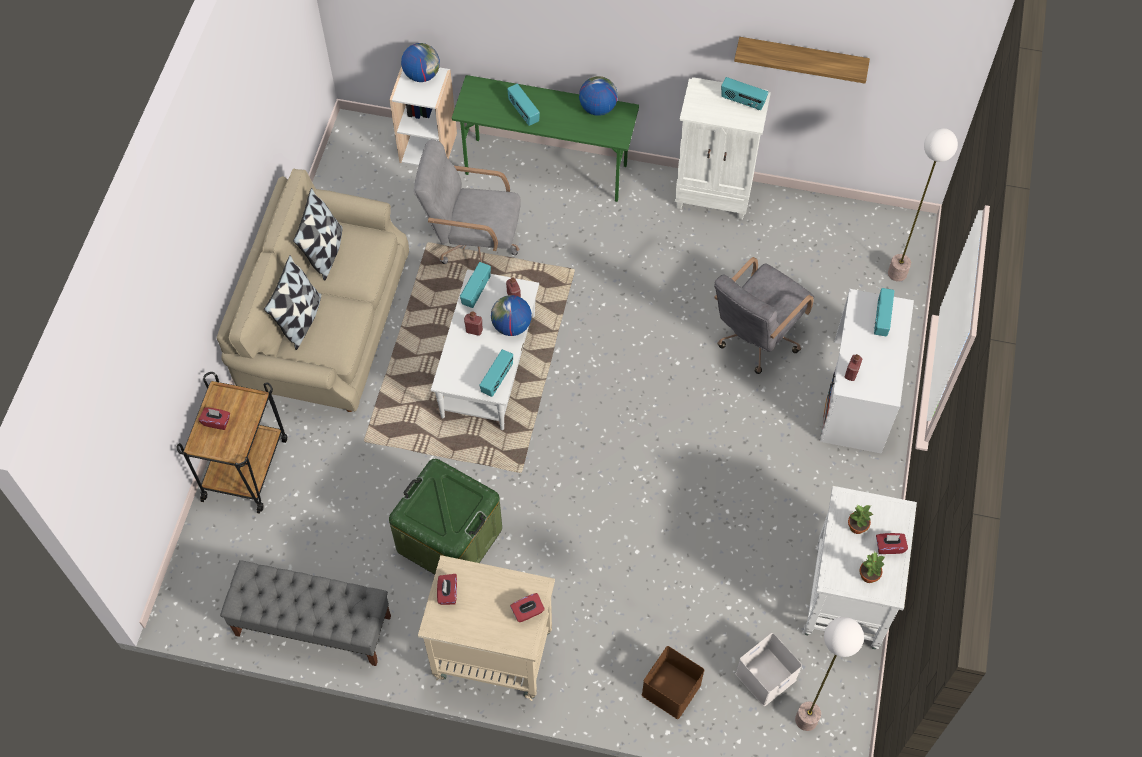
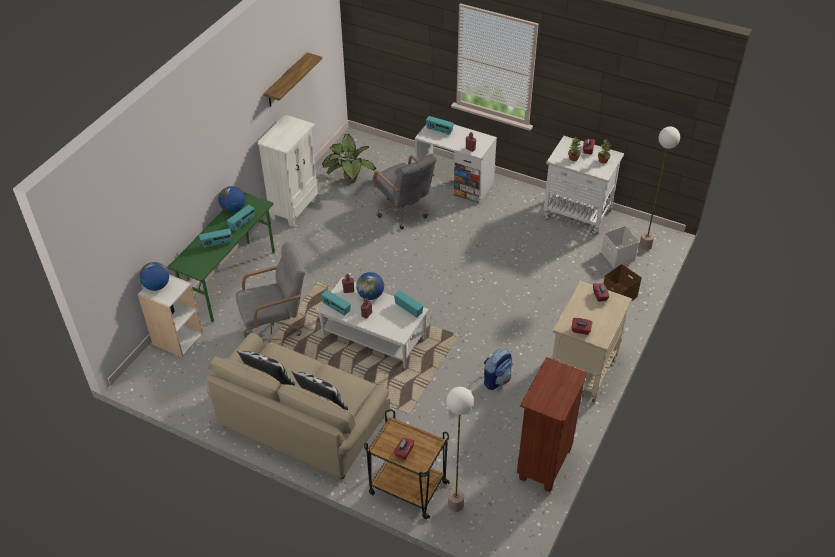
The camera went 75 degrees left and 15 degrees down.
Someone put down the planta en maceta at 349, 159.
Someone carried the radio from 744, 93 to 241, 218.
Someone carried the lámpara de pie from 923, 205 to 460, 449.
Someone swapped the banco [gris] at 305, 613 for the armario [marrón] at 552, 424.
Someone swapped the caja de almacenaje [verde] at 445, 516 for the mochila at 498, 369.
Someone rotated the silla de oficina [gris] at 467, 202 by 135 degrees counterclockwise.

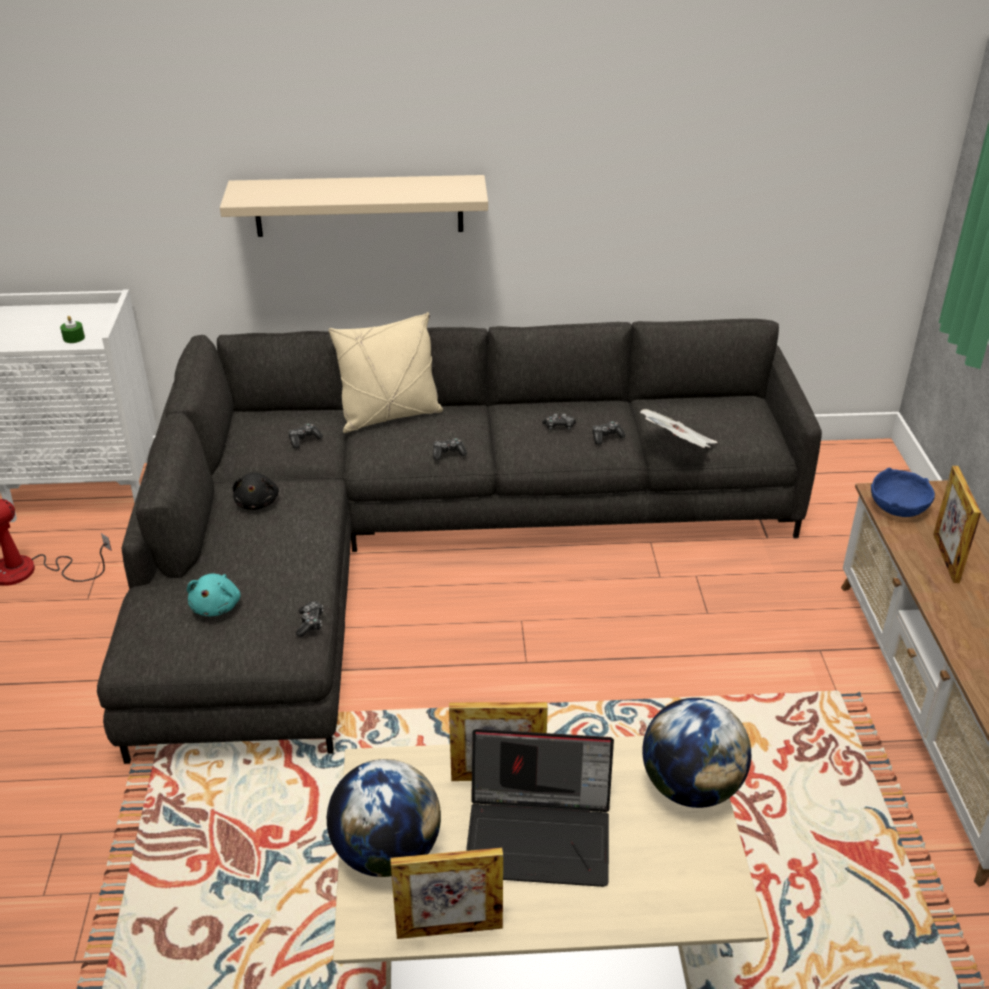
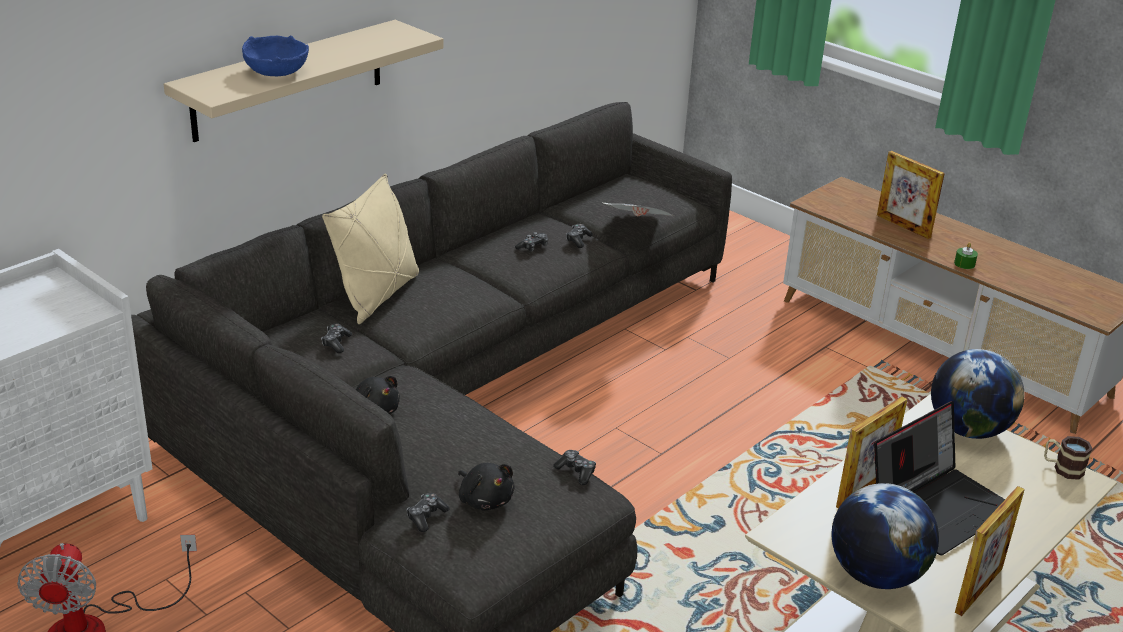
The camera went 45 degrees left and 5 degrees down.
Someone put down the taza grande at 1068, 458.
Someone carried the vela [verde] from 72, 329 to 966, 256.
Someone carried the mando de consola from 450, 449 to 428, 512.
Someone carried the cuenco [azul] from 903, 492 to 275, 56.
Someone repainted the peluche [turquesa] at 214, 594, which became the peluche [negro] at 486, 486.

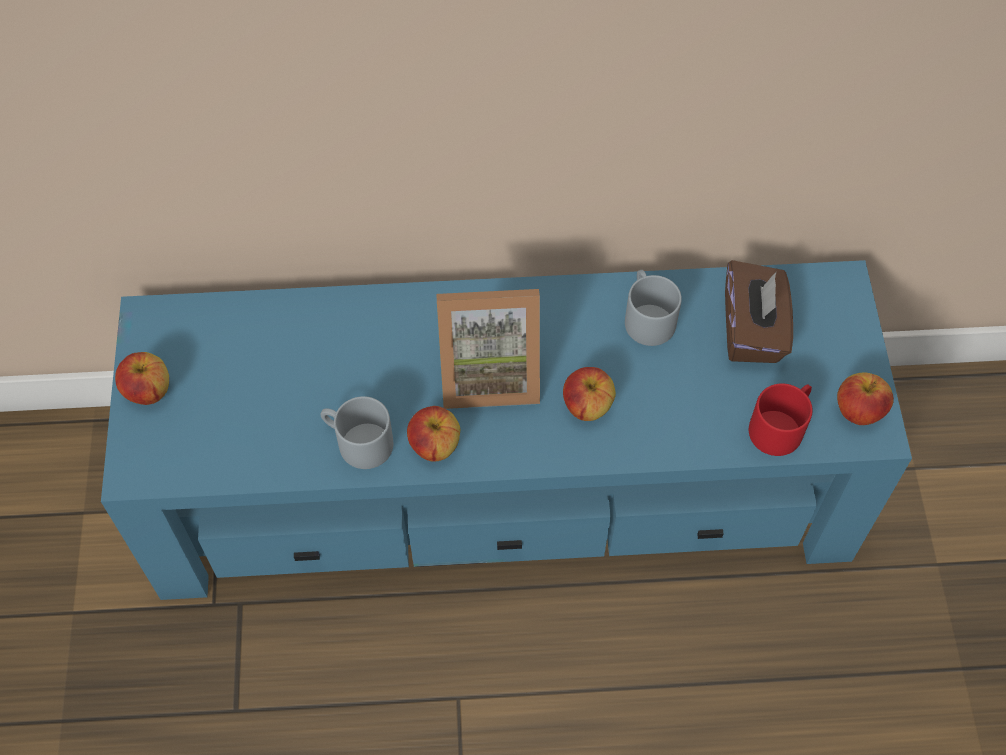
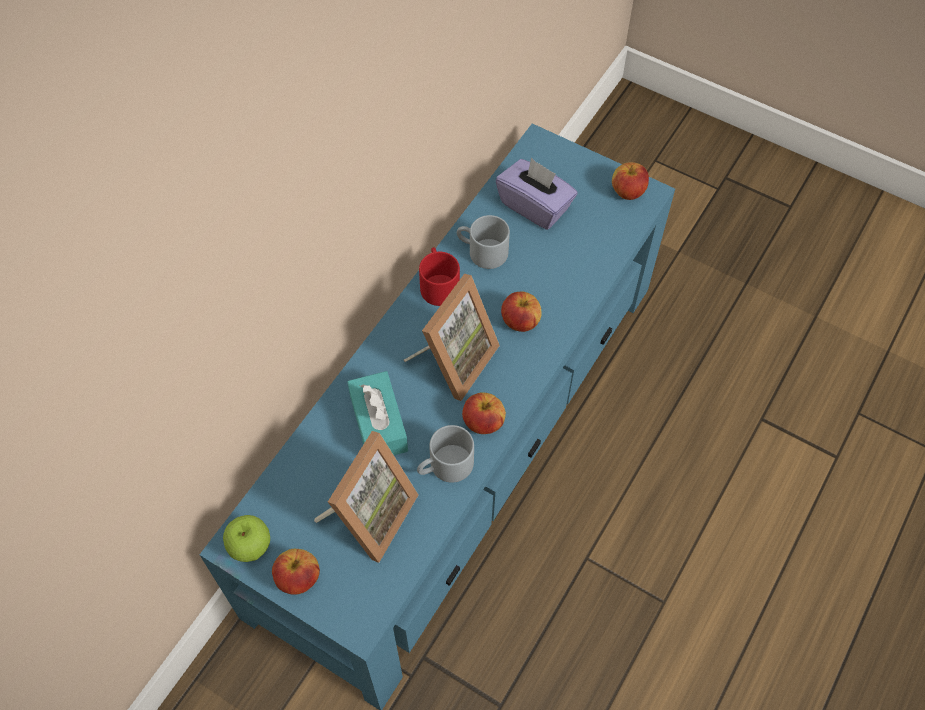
The camera went 55 degrees left and 0 degrees up.
Someone put down the manzana at 246, 538.
Someone put down the portarretratos at 366, 497.
Someone put down the caja de pañuelos [turquesa] at 378, 413.
Someone carried the taza grande [rojo] from 781, 419 to 439, 276.
Someone repainted the caja de pañuelos [marrón] at 759, 311, which became the caja de pañuelos [morado] at 537, 194.

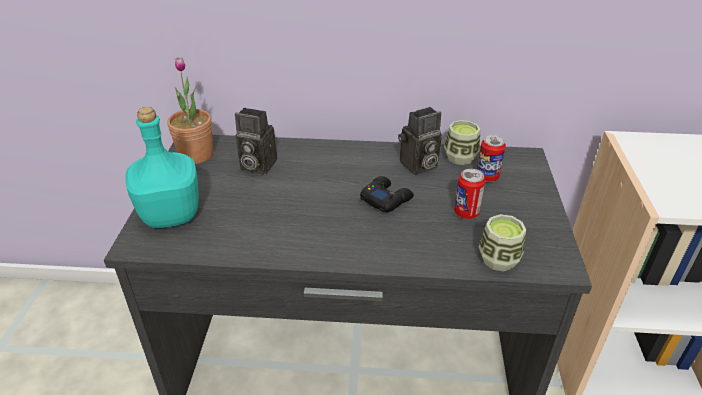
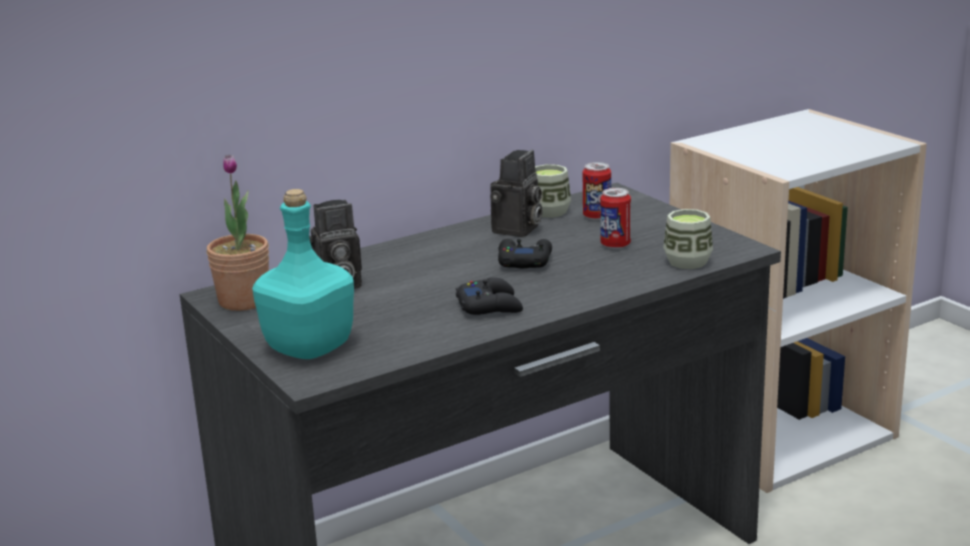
The camera went 35 degrees left and 15 degrees down.
Someone put down the mando de consola [negro] at 489, 296.

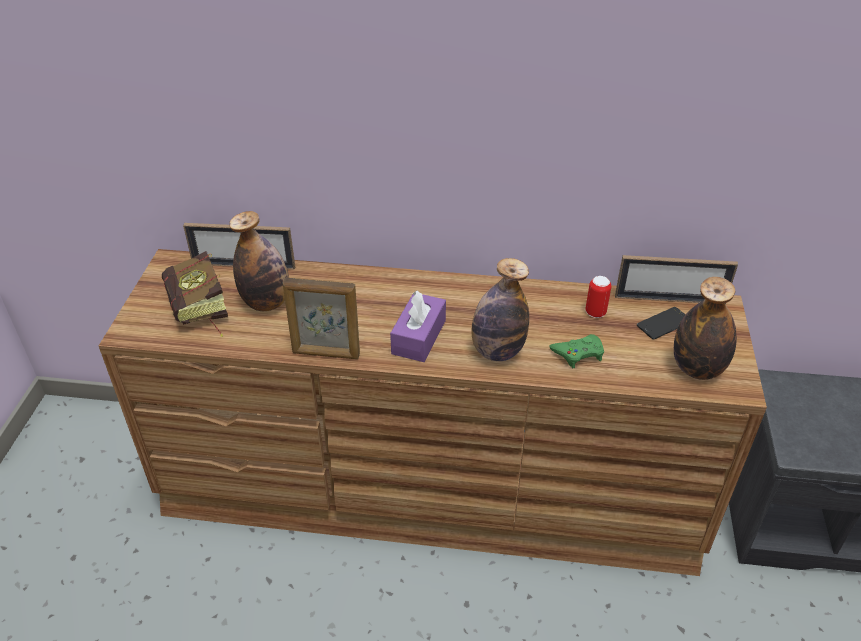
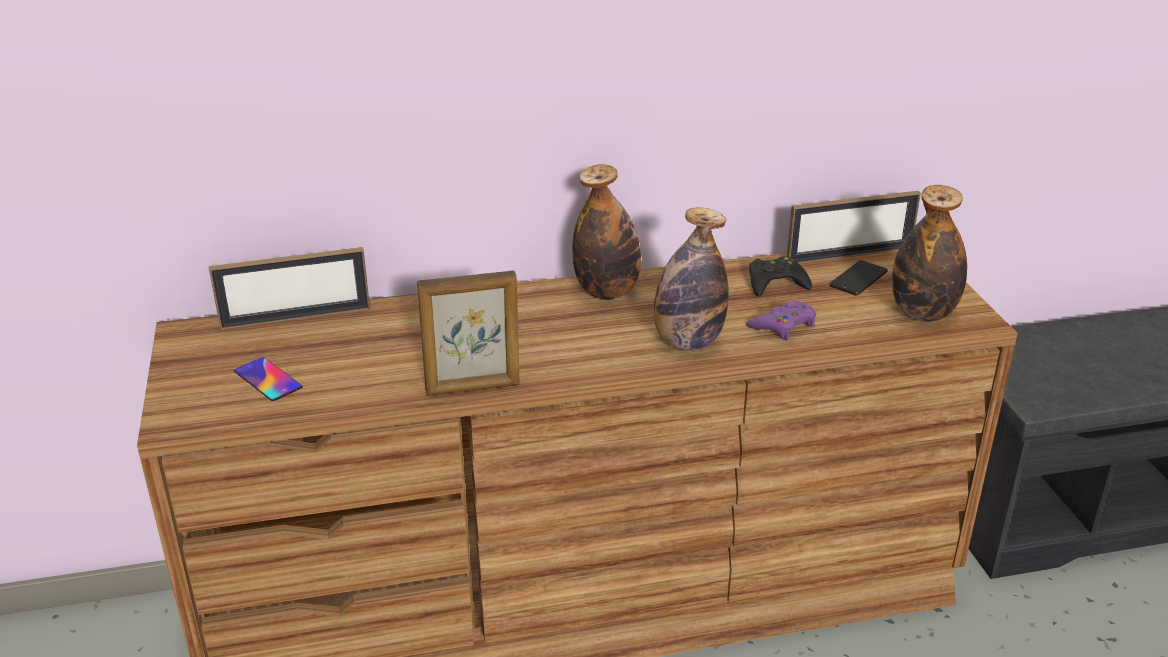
The camera went 20 degrees left and 10 degrees down.
Someone took away the caja de pañuelos [morado] at 418, 326.
Someone carried the botella from 259, 261 to 606, 231.
Someone swapped the libro at 195, 294 for the móvil at 268, 379.
Someone swapped the lata at 598, 297 for the mando de consola [negro] at 780, 277.
Someone repainted the mando de consola [verde] at 576, 351, which became the mando de consola [morado] at 781, 320.

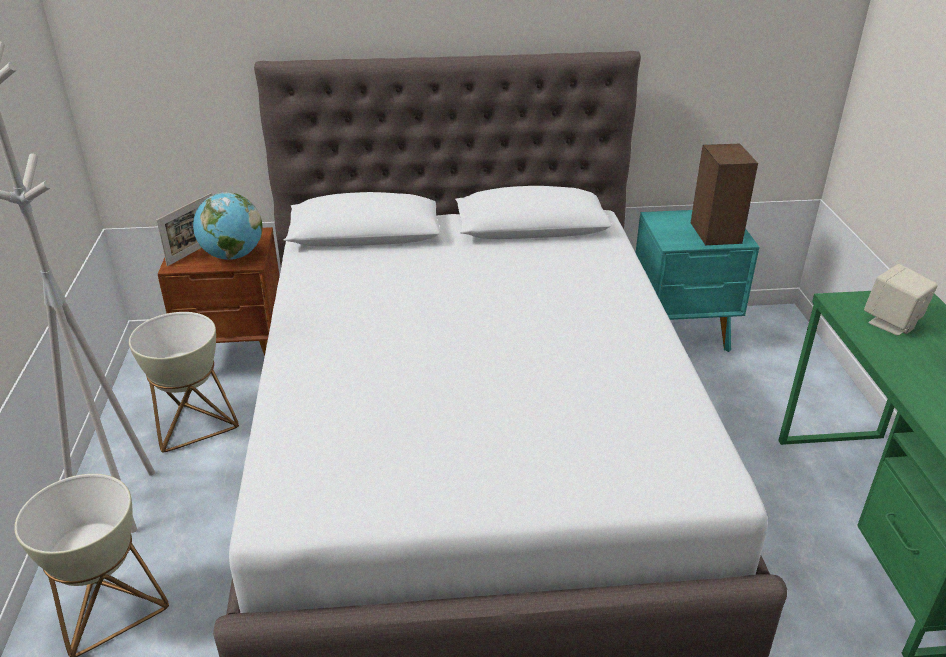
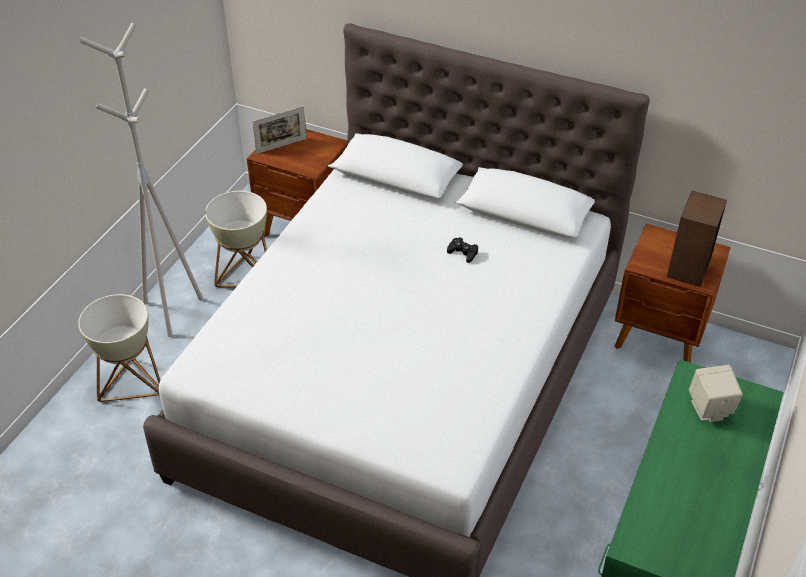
The camera went 30 degrees right and 10 degrees up.
Someone took away the globo terráqueo at 227, 226.
Someone put down the mando de consola [negro] at 462, 250.
Someone repainted the mesita de noche [turquesa] at 698, 281, which became the mesita de noche [marrón] at 673, 293.

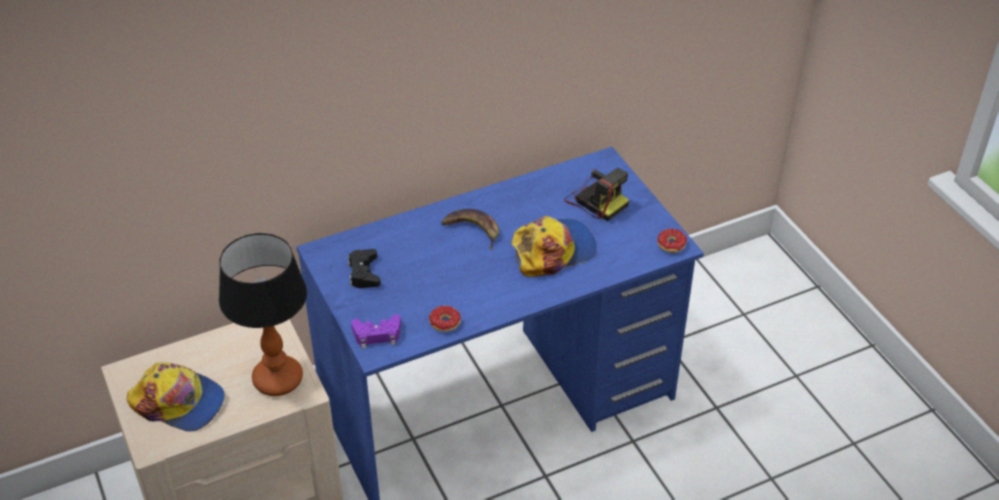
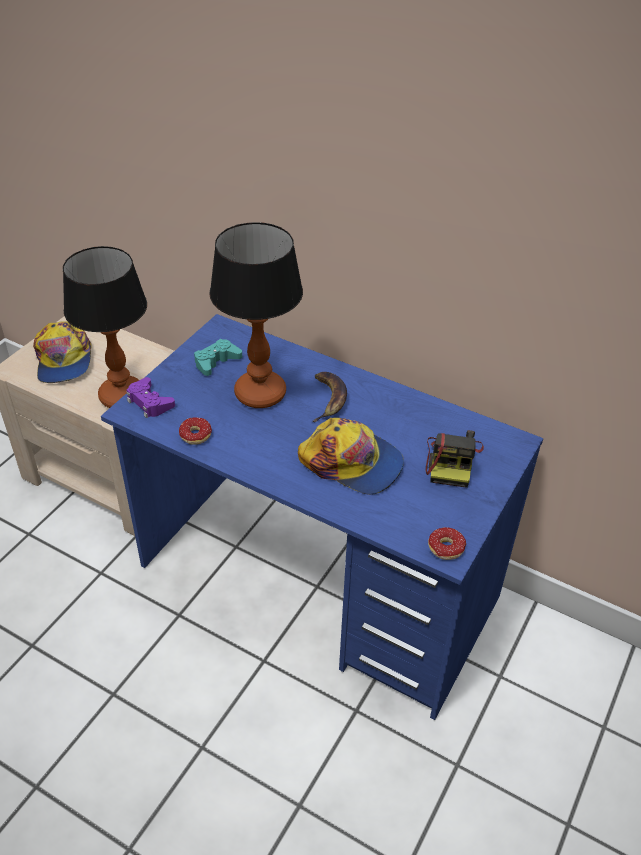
The camera went 55 degrees right and 0 degrees up.
Someone put down the lámpara de mesa at 256, 315.
Someone repainted the mando de consola [negro] at 364, 268, which became the mando de consola [turquesa] at 218, 357.

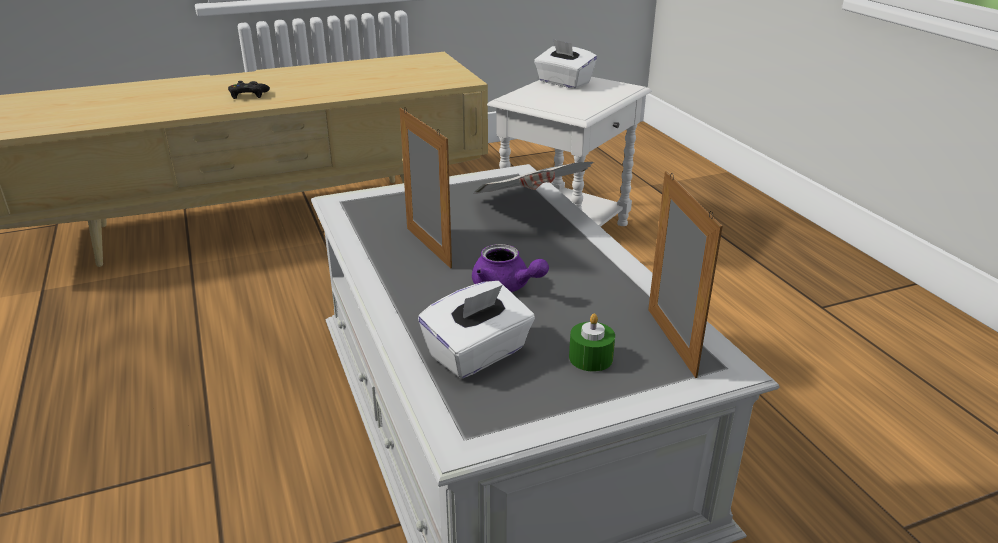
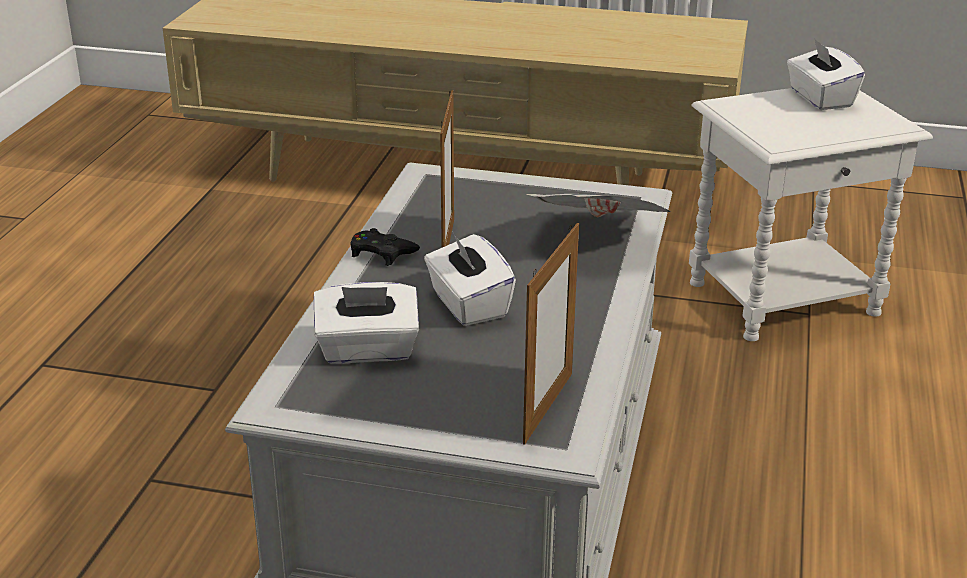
The camera went 35 degrees right and 0 degrees up.
Someone took away the vela [verde] at 592, 342.
Someone carried the mando de consola [negro] from 249, 90 to 385, 247.
Someone swapped the tetera [morado] at 510, 268 for the caja de pañuelos [blanco] at 470, 278.

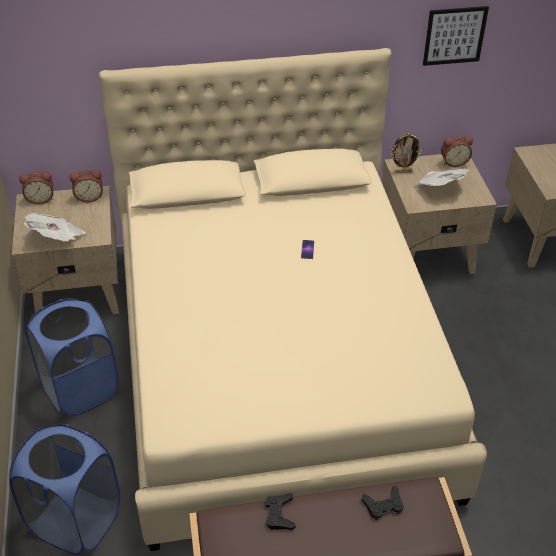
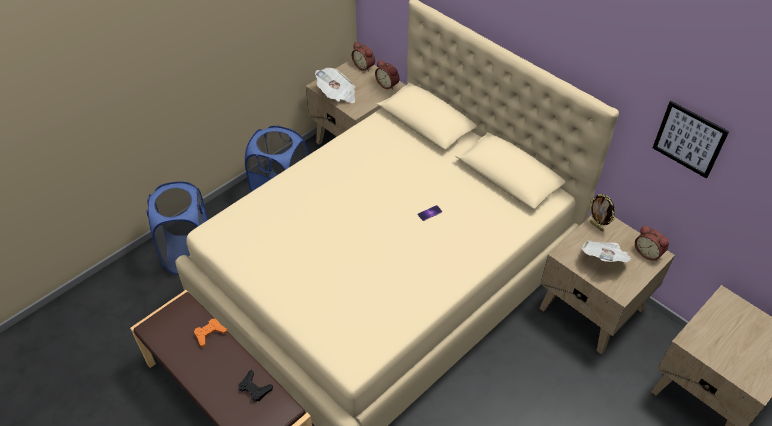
The camera went 55 degrees right and 5 degrees up.
Someone repainted the mando de consola [negro] at 280, 511, which became the mando de consola [naranja] at 210, 333.

